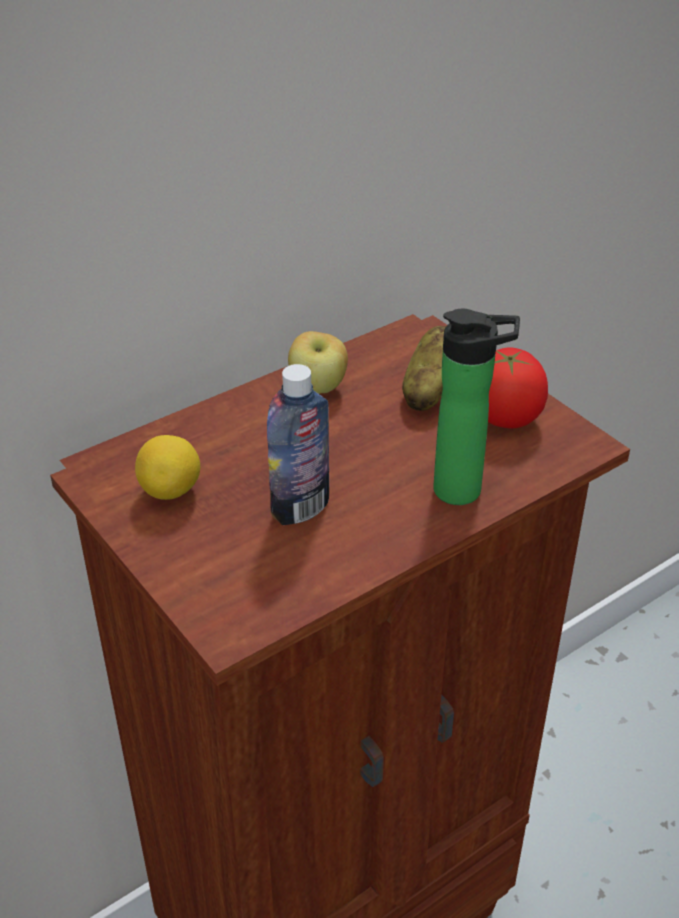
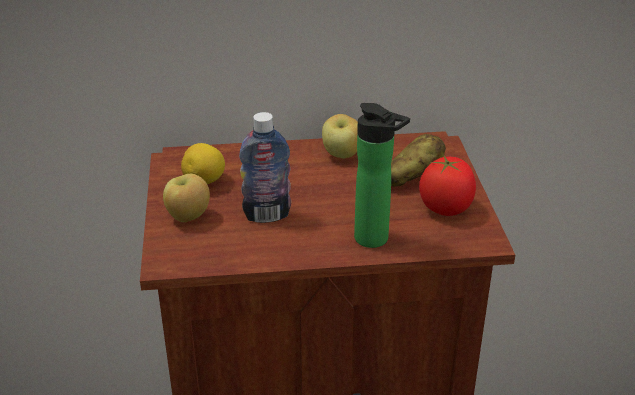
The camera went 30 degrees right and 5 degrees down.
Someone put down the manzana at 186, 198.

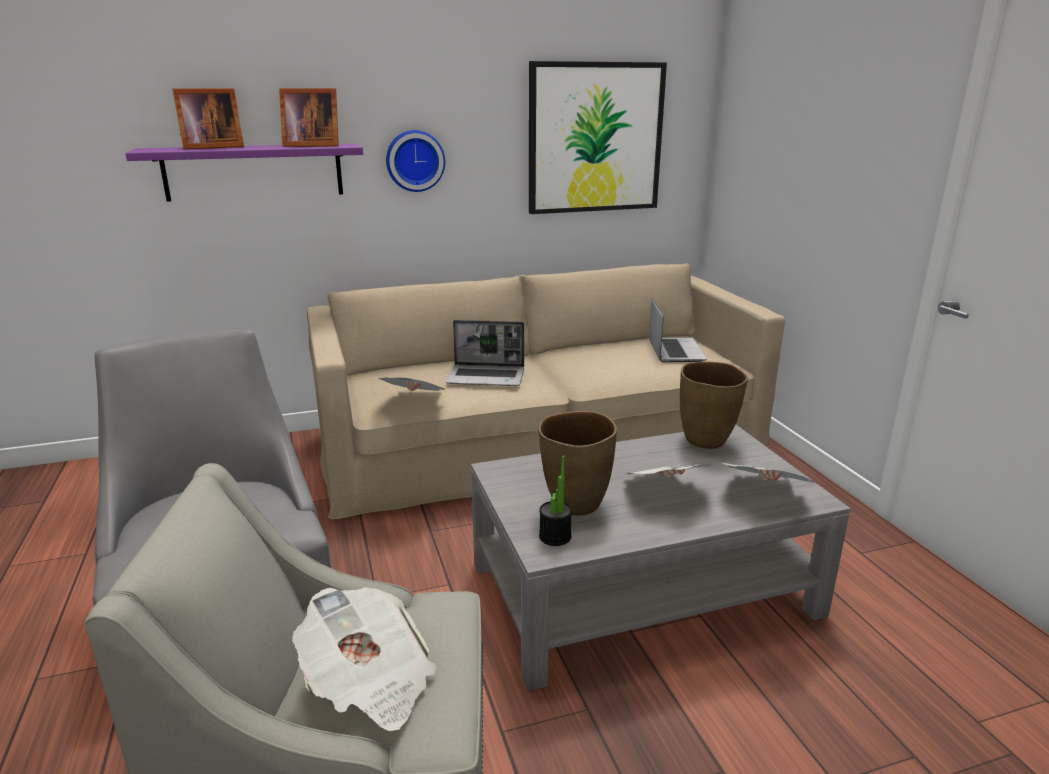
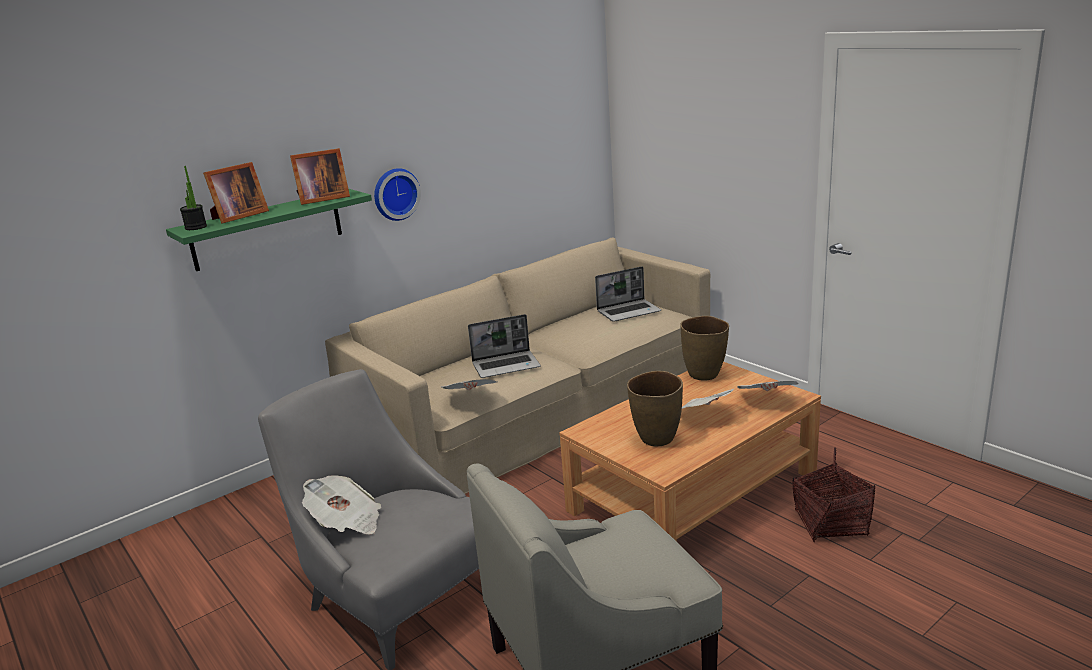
The camera went 20 degrees left and 0 degrees up.
Someone took away the cuadro at 598, 137.
Someone put down the cesta at 833, 494.
Someone carried the periódico from 364, 659 to 341, 504.
Someone carried the planta en maceta from 555, 501 to 193, 198.
Someone repainted the estante [morado] at 244, 173, which became the estante [verde] at 269, 230.
Someone repainted the mesa de centro [gris] at 661, 557, which became the mesa de centro [marrón] at 690, 452.
Someone rotated the portátil at 678, 329 by 90 degrees clockwise.

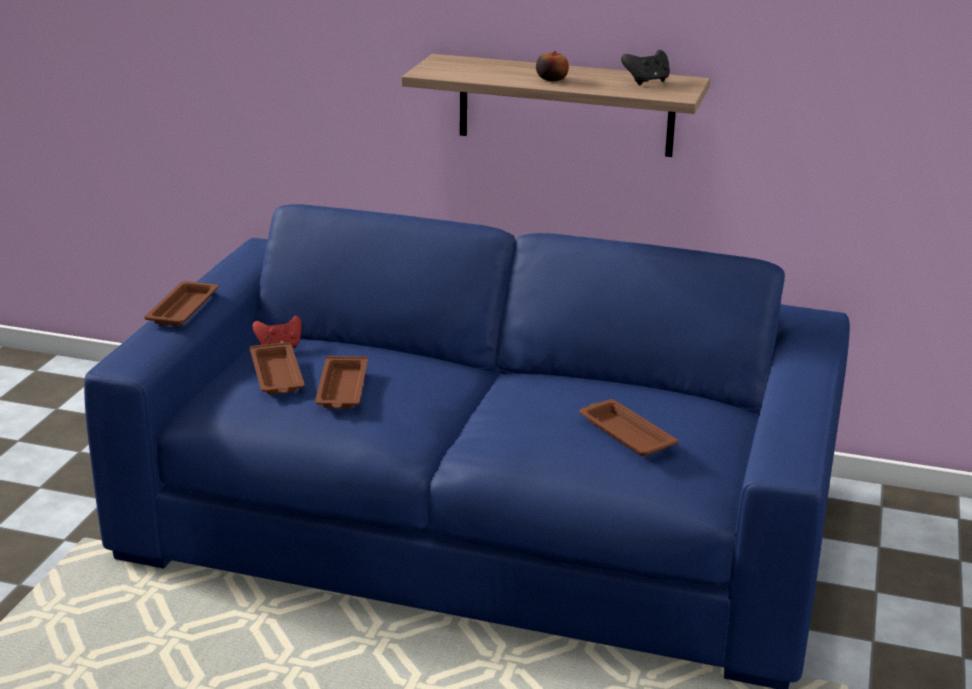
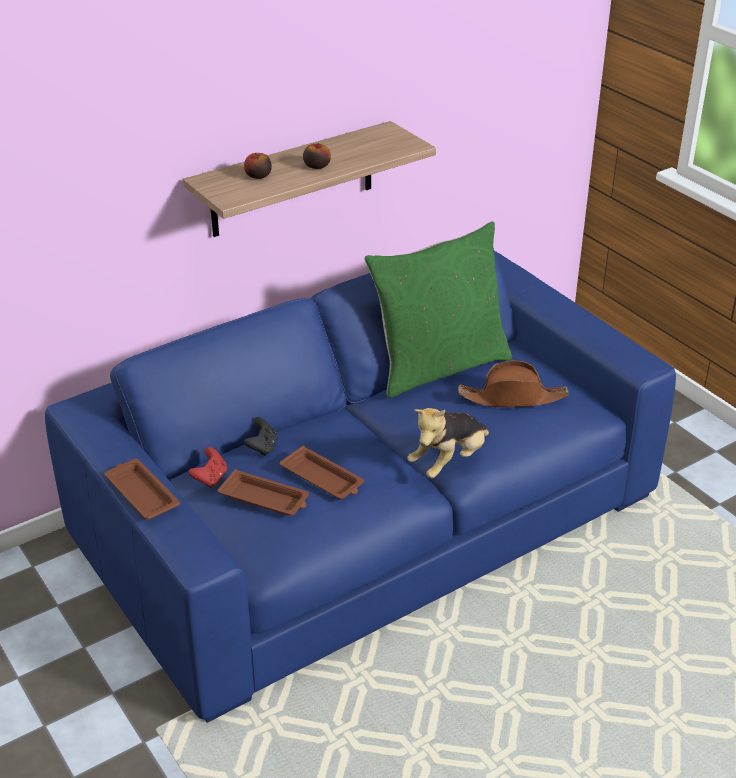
The camera went 50 degrees left and 10 degrees up.
Someone put down the manzana at 258, 166.
Someone put down the cojín [verde] at 438, 309.
Someone put down the peluche at 448, 443.
Someone carried the mando de consola [negro] from 645, 67 to 261, 436.
Someone swapped the bandeja [marrón] at 628, 427 for the sombrero [marrón] at 513, 383.

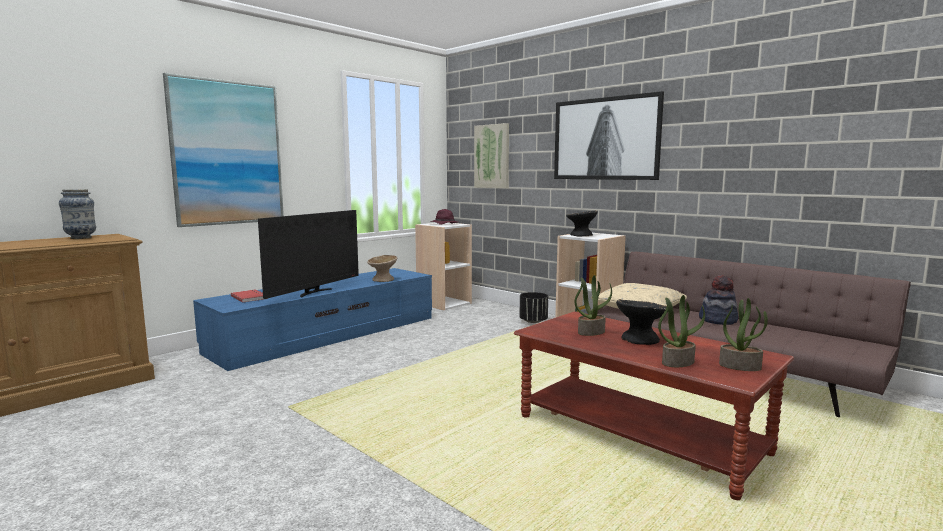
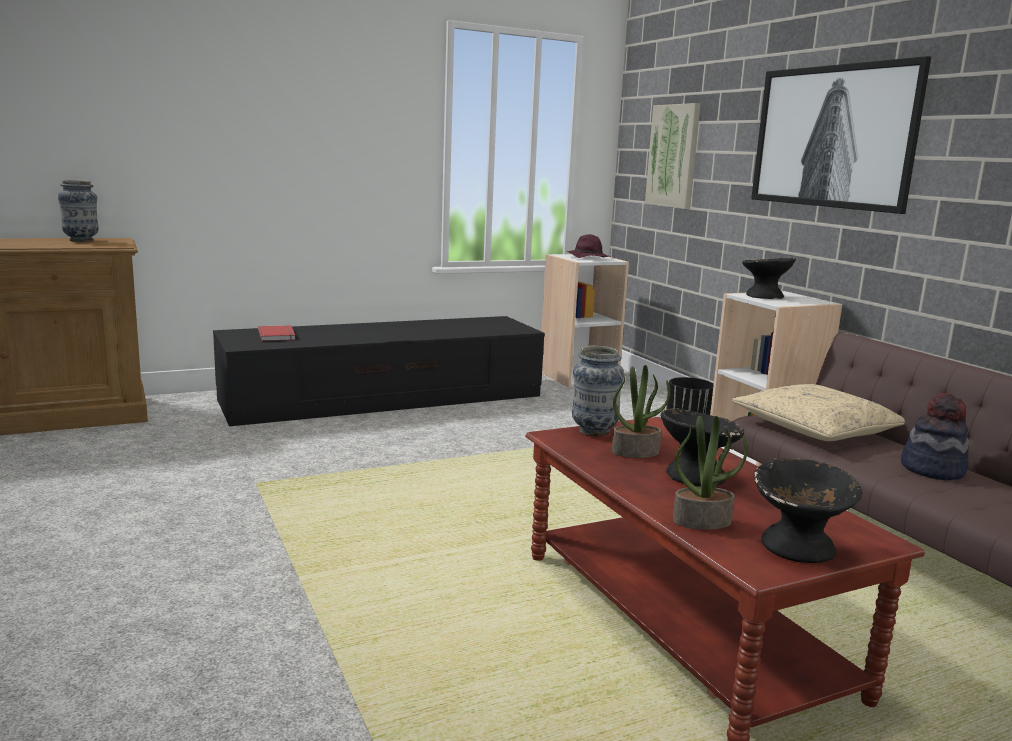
The camera went 20 degrees right and 5 degrees up.
Someone took away the cuadro at 223, 150.
Someone took away the televisor at 308, 254.
Someone took away the cuenco [beis] at 382, 268.
Someone put down the florero at 598, 391.
Someone swapped the planta en maceta at 743, 334 for the cuenco [negro] at 808, 510.
Someone repainted the mueble de televisión [azul] at 312, 319, which became the mueble de televisión [negro] at 379, 371.

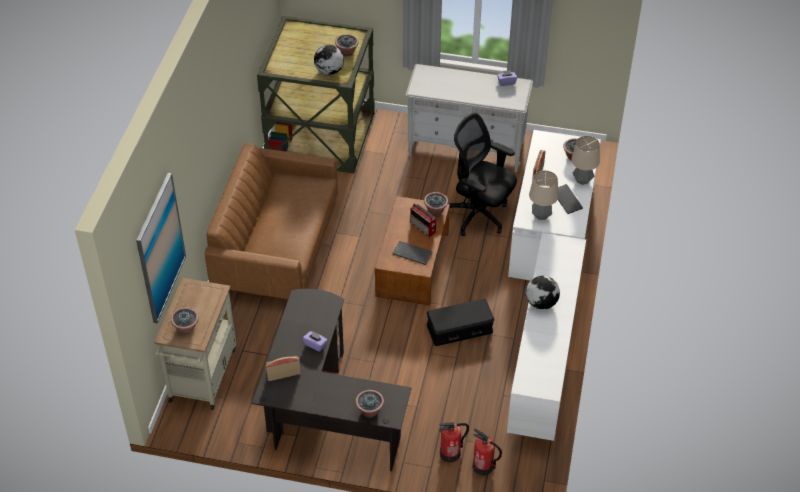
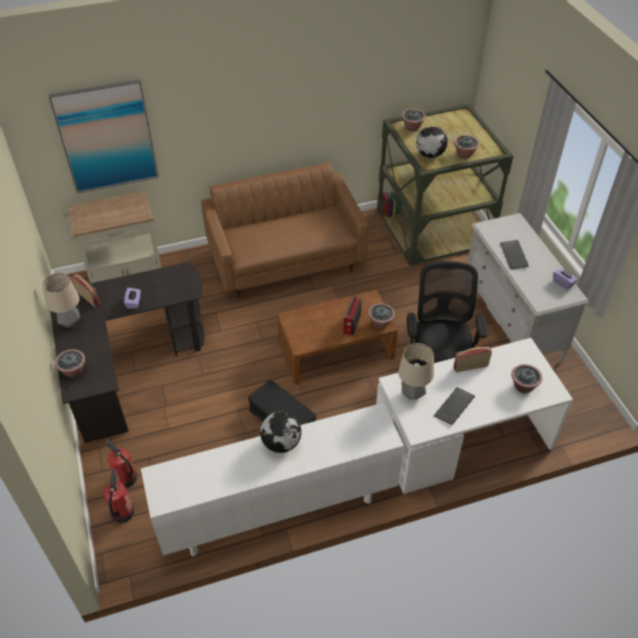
The camera went 60 degrees right and 0 degrees up.
Someone carried the planta en maceta from 185, 320 to 414, 120.
Someone carried the teclado from 412, 253 to 514, 254.
Someone carried the lámpara de mesa from 585, 160 to 61, 300.

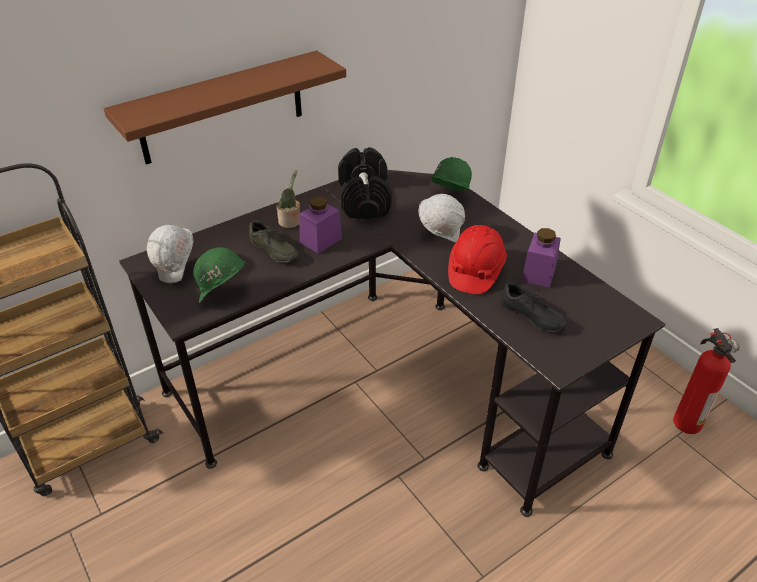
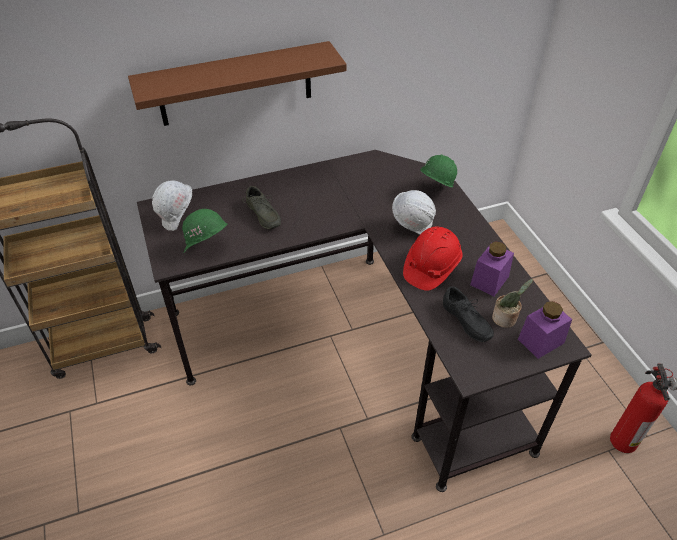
The camera went 15 degrees right and 5 degrees up.
Someone took away the mancuerna [negro] at 365, 183.
Someone carried the planta en maceta from 288, 199 to 512, 303.
Someone carried the tarro [morado] from 320, 225 to 545, 330.

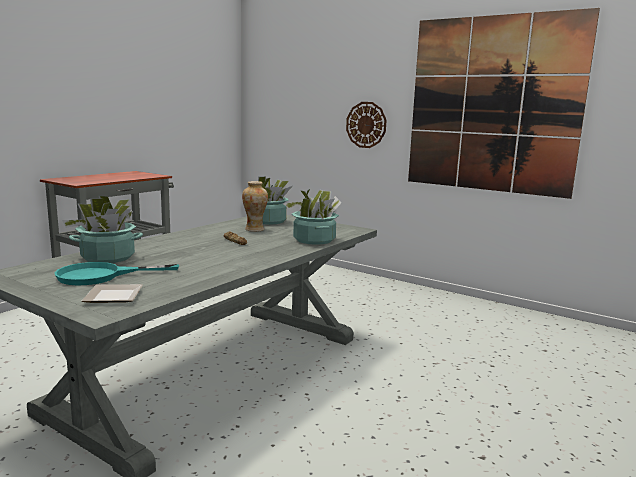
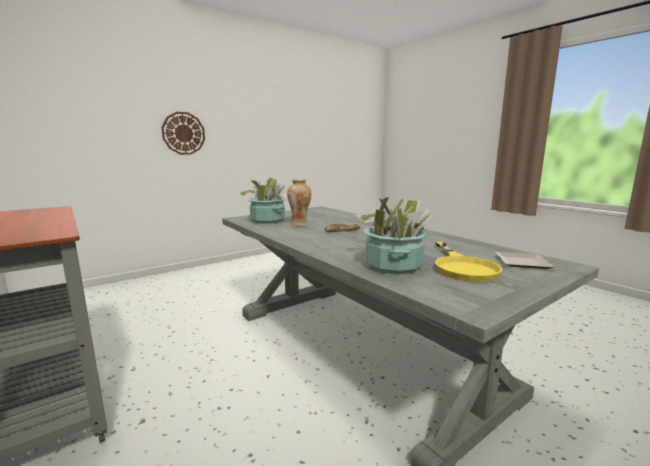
The camera went 70 degrees left and 0 degrees up.
Someone took away the planta en maceta at 312, 217.
Someone took away the cuadro at 504, 103.
Someone repainted the sartén [turquesa] at 117, 273, which became the sartén [amarillo] at 469, 262.

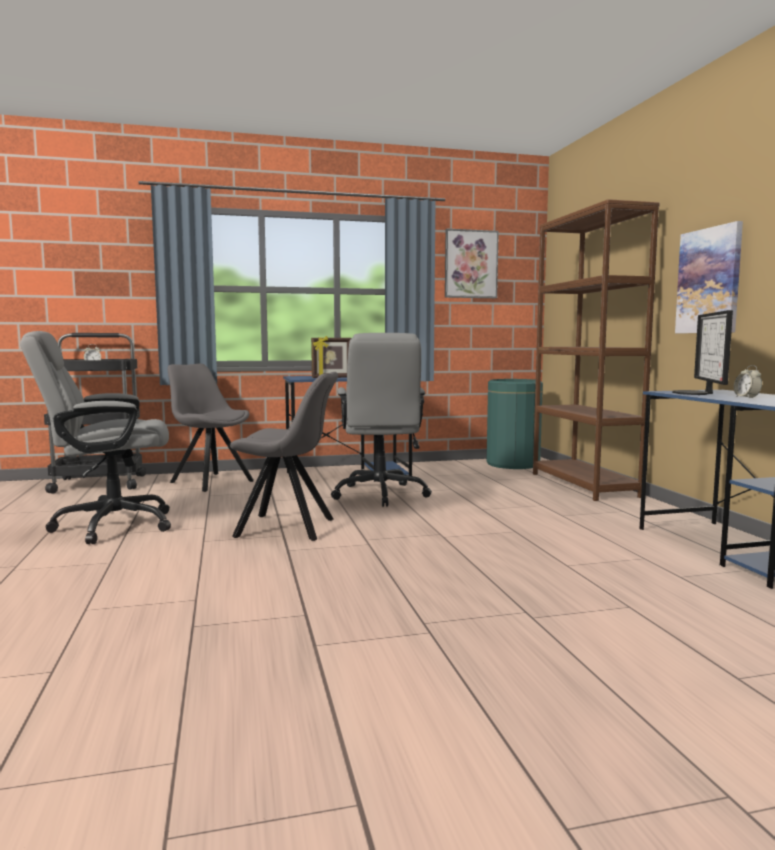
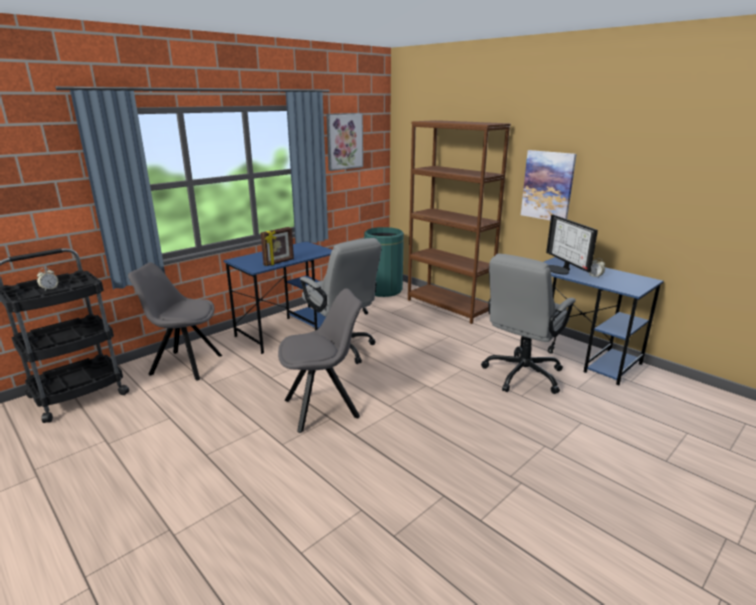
The camera went 30 degrees left and 15 degrees up.
Someone carried the silla de oficina [gris] from 95, 437 to 528, 324.

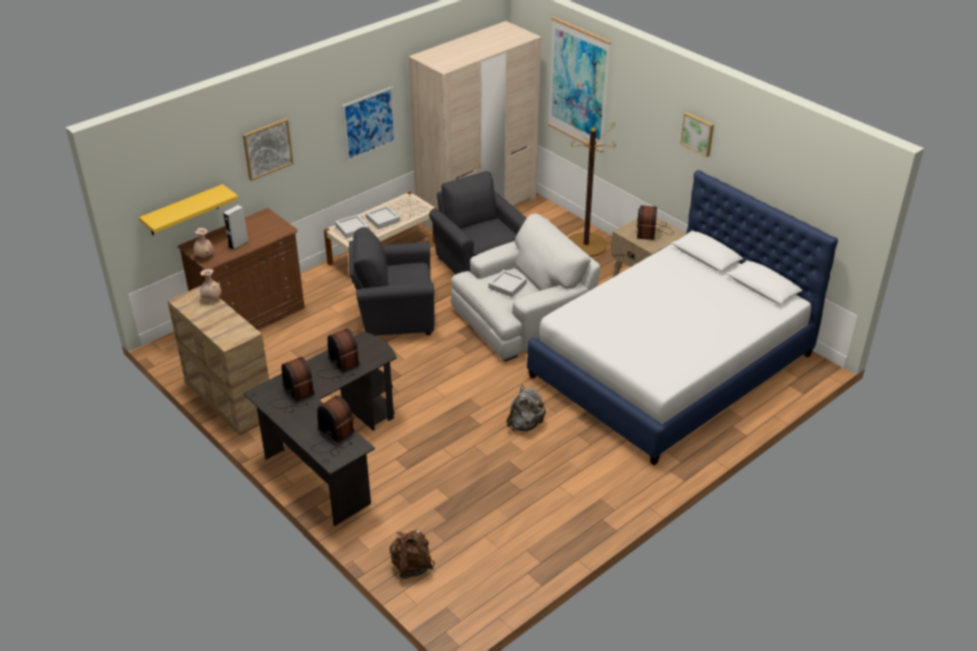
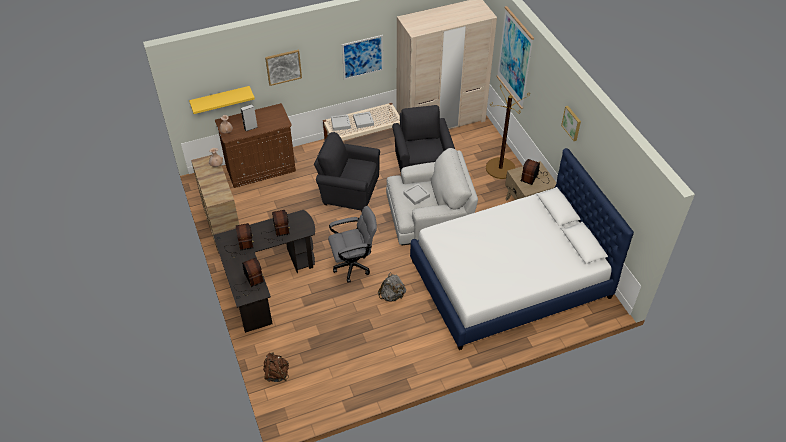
The camera went 20 degrees right and 10 degrees up.
Someone put down the silla de oficina [gris] at 352, 244.

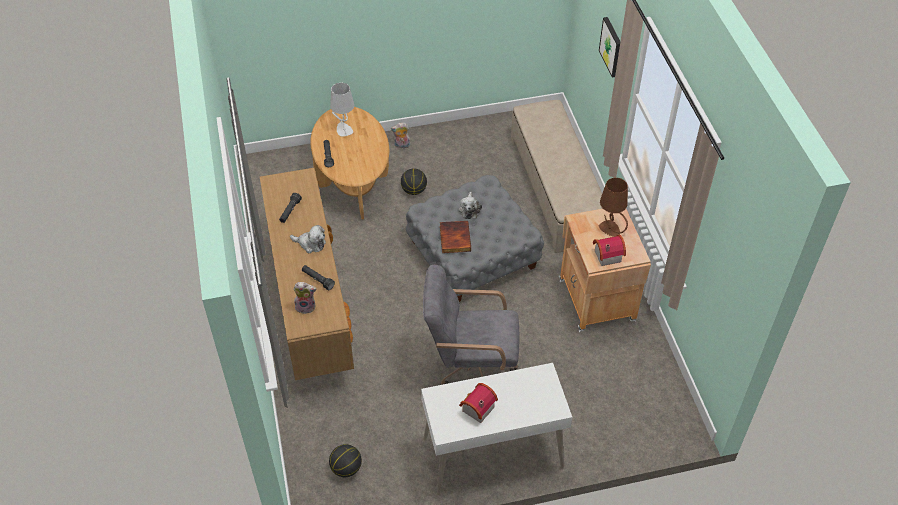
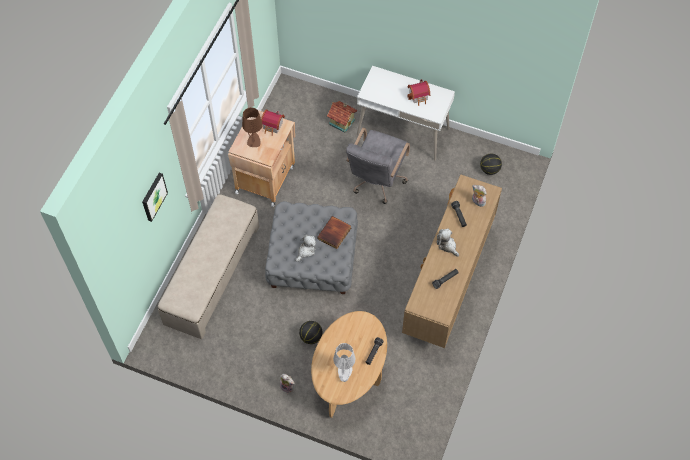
The camera went 145 degrees left and 10 degrees up.
Someone put down the casita at 342, 117.
Someone rotated the silla de oficina [gris] at 471, 325 by 75 degrees clockwise.

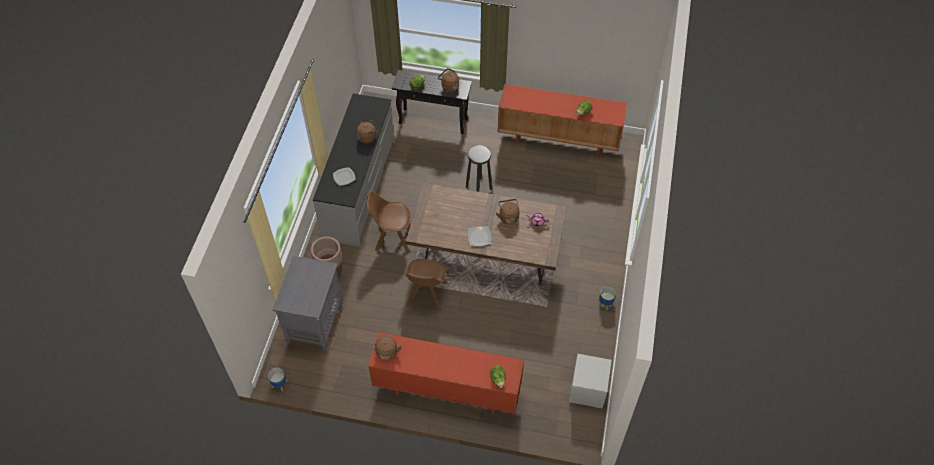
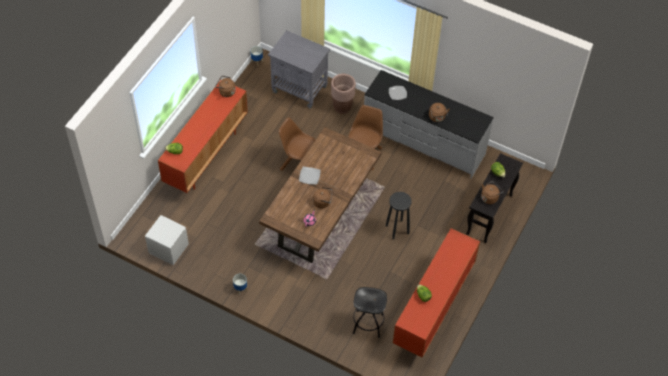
The camera went 105 degrees right and 0 degrees up.
Someone put down the taburete [negro] at 370, 312.

